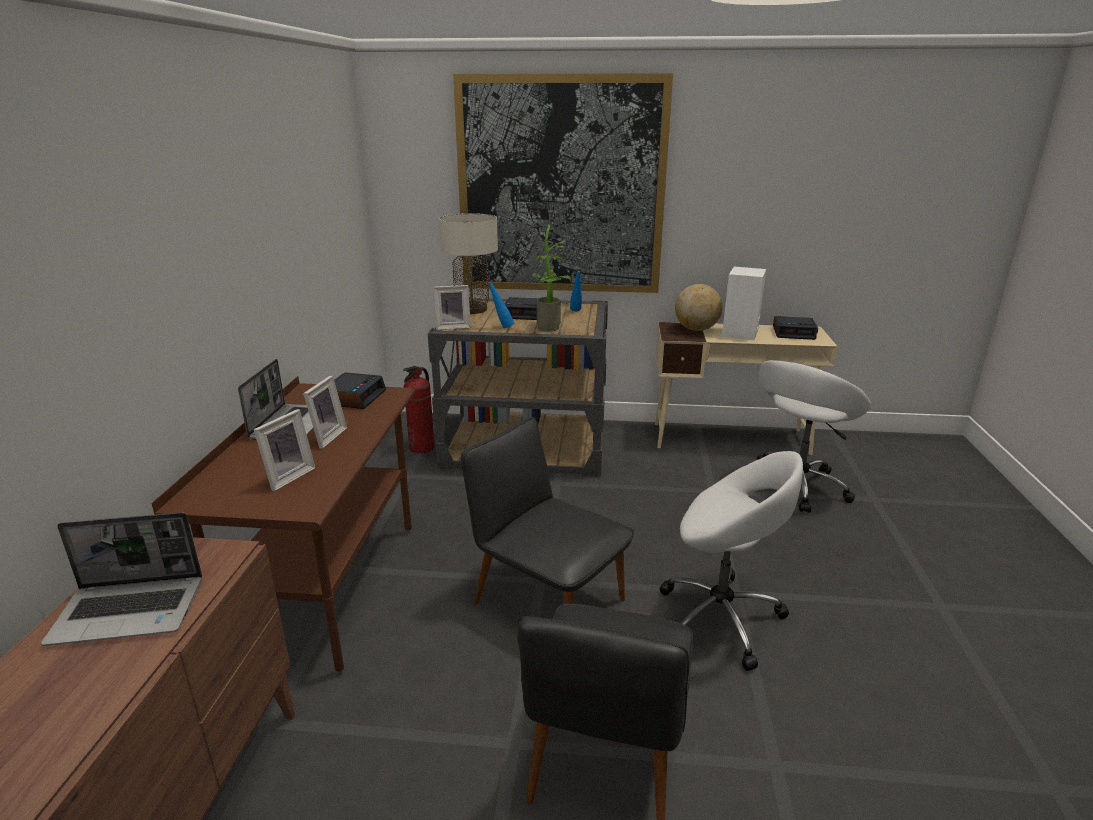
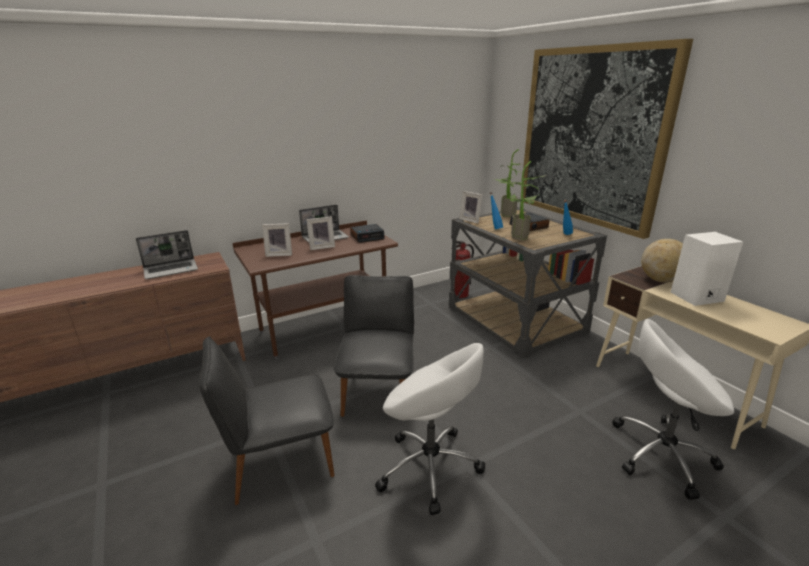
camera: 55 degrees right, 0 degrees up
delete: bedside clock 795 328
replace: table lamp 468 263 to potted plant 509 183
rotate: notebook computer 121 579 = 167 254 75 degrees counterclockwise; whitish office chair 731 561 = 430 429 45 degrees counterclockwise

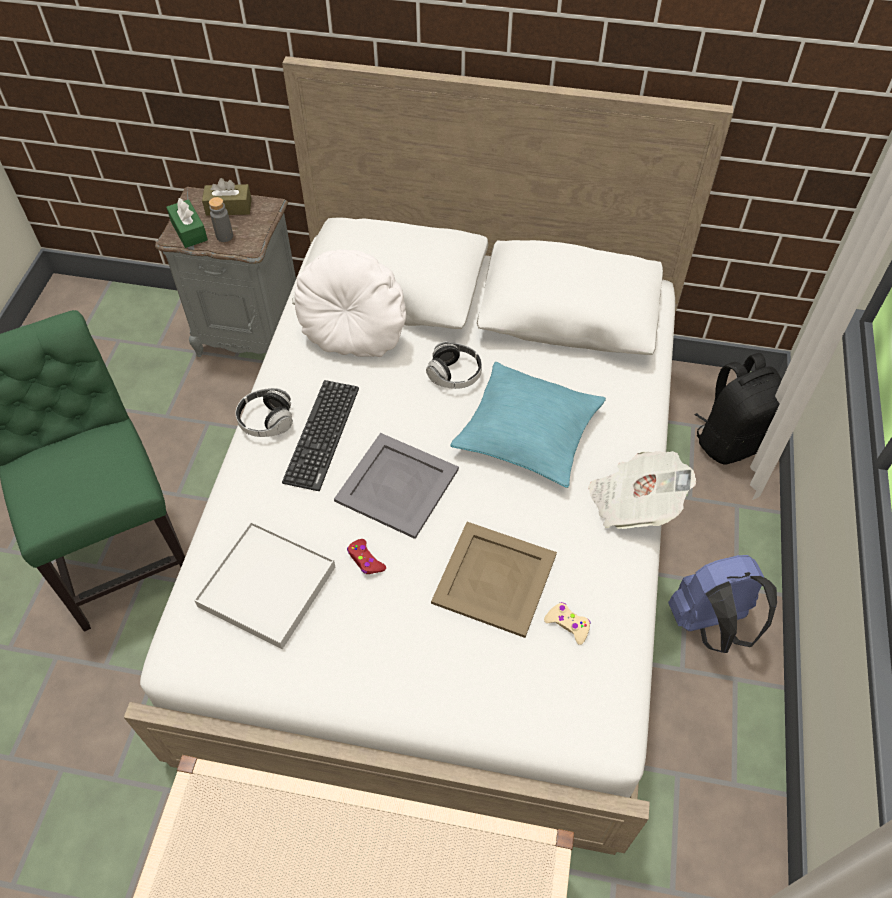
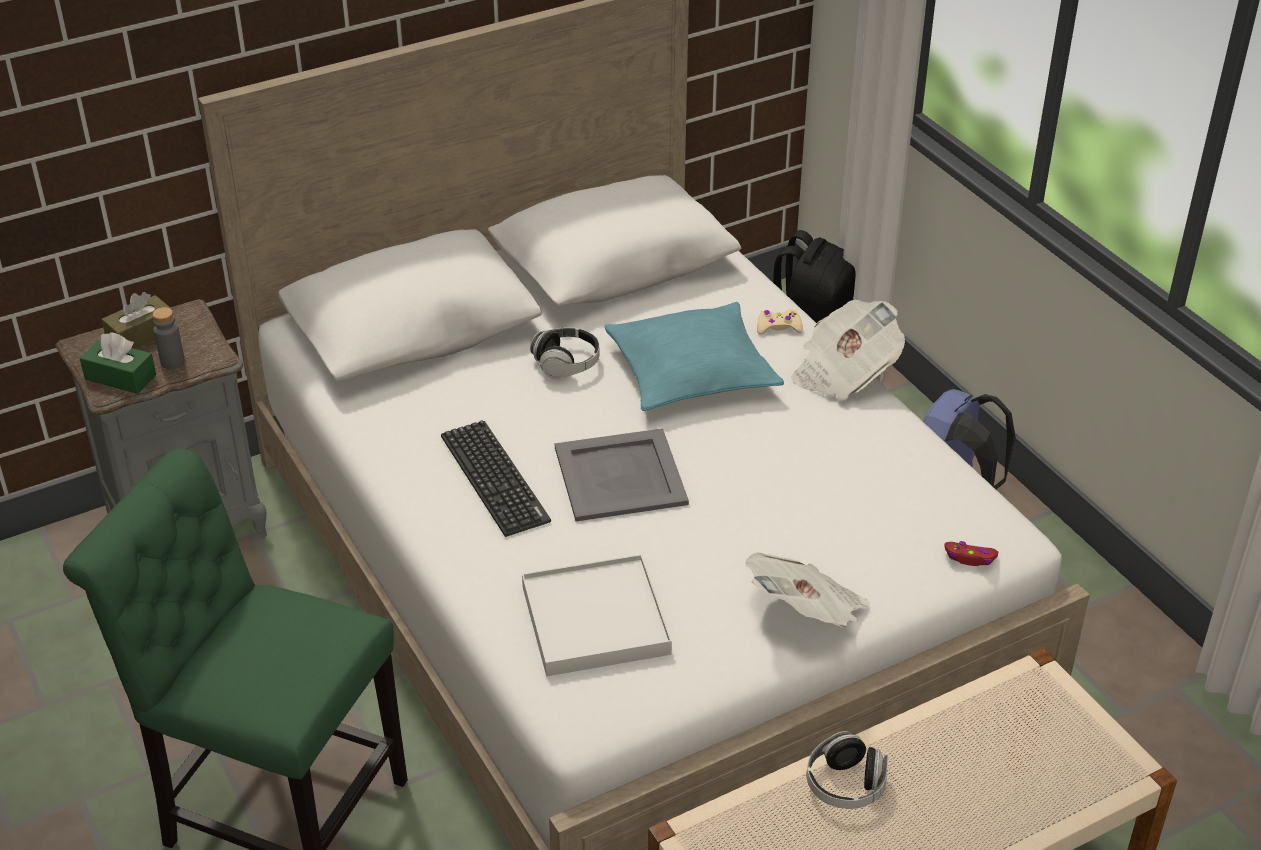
camera: 40 degrees left, 15 degrees down
delete: whitish cushion 350 303; beige tray 494 580
insert: daily paper 808 589
move: beige game controller 567 623 to 780 321; headset 264 412 to 847 770; red game controller 366 556 to 971 553

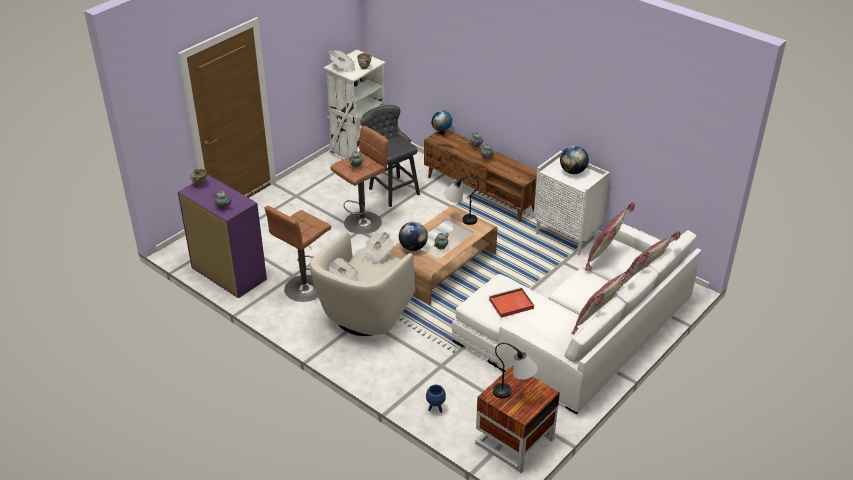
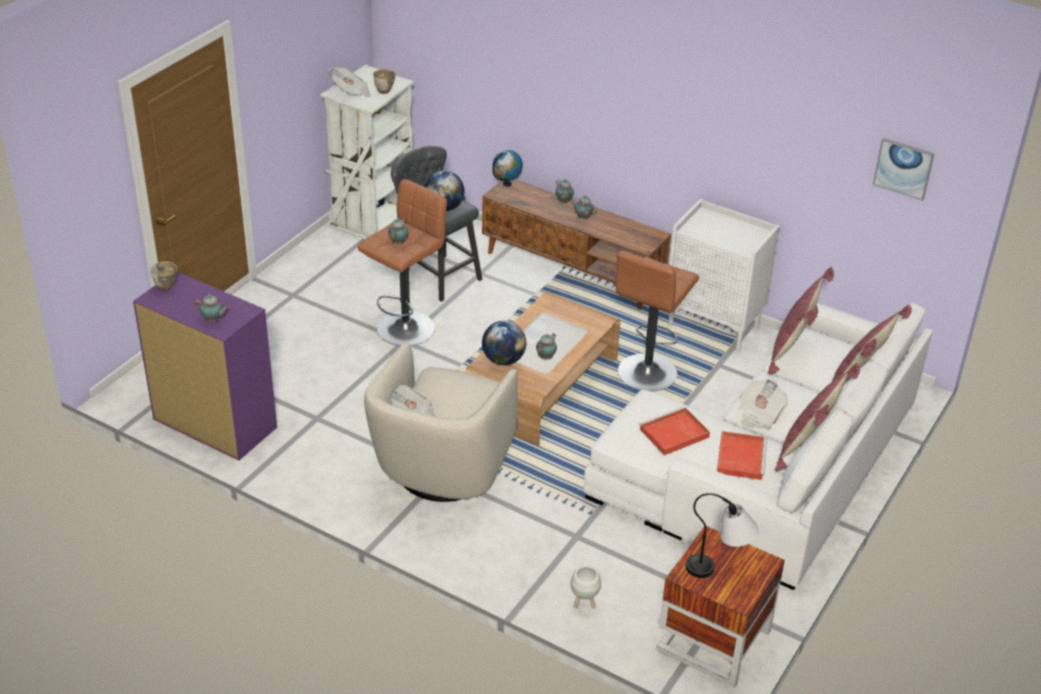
camera: 10 degrees left, 0 degrees up
delete: table lamp 461 200
insert: red tray 742 455; wall picture 903 169
move: globe 574 160 to 445 191; brownish stool seat 297 254 to 657 321; daily paper 378 247 to 763 404
recolor: bluish flower pot 436 399 to whitish flower pot 586 587

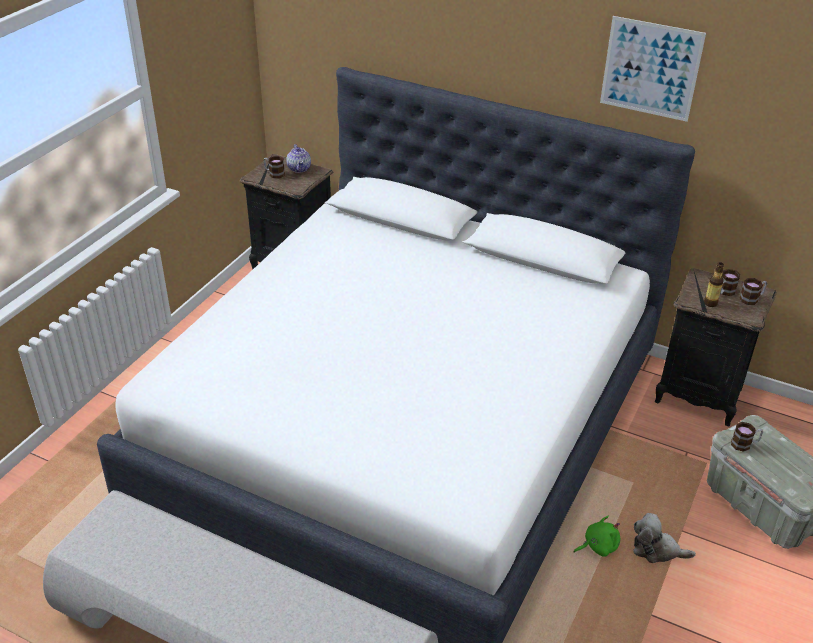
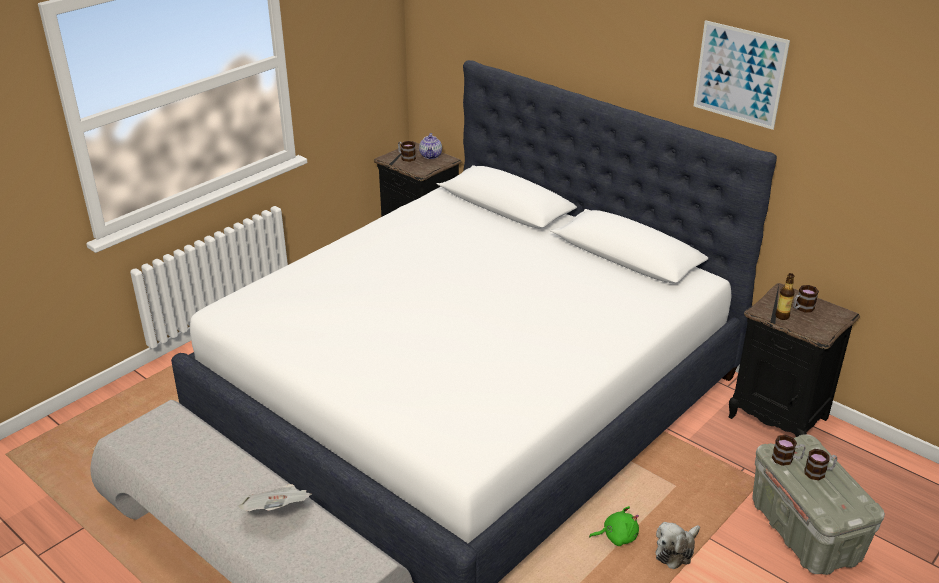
camera: 15 degrees right, 5 degrees down
insert: daily paper 275 497
move: tea mug 753 291 to 821 464
rotate: cuddly toy 664 538 = 678 545 75 degrees counterclockwise

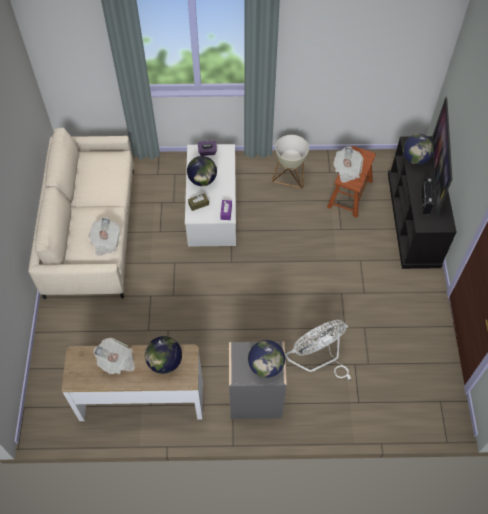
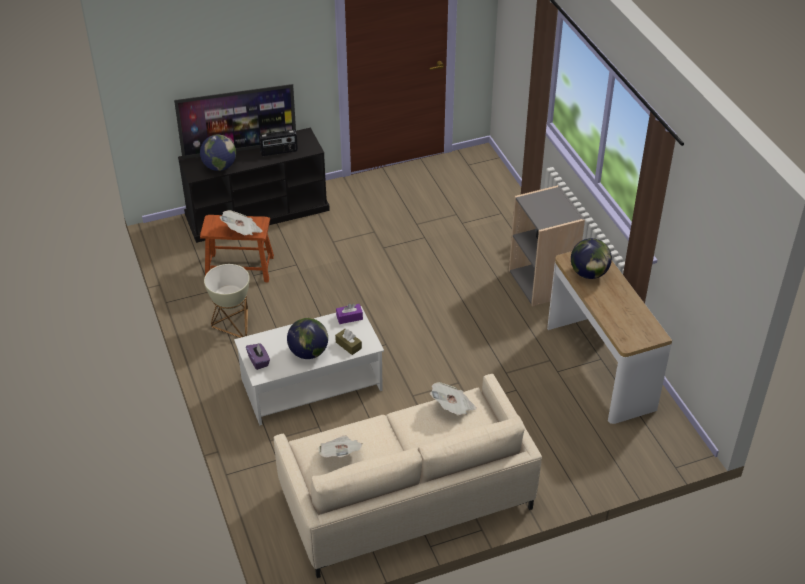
camera: 110 degrees left, 15 degrees down
delete: globe 266 359; whitish electric fan 318 350
move: daily paper 114 356 to 340 446

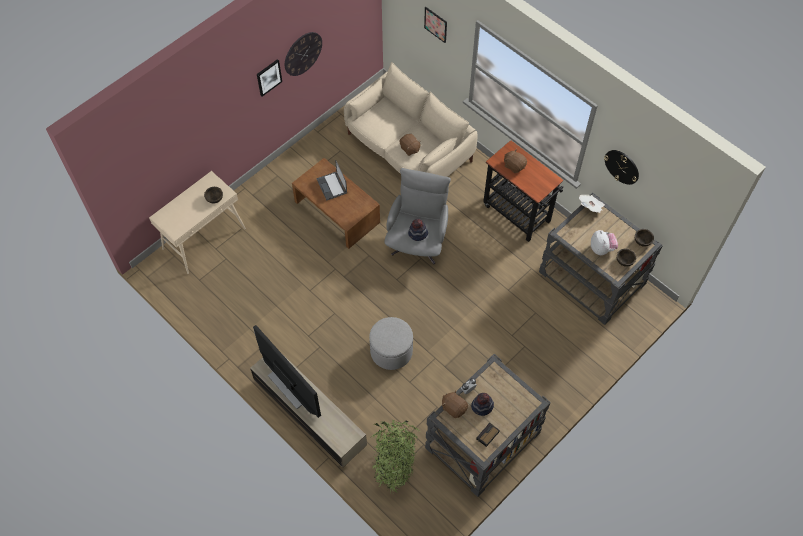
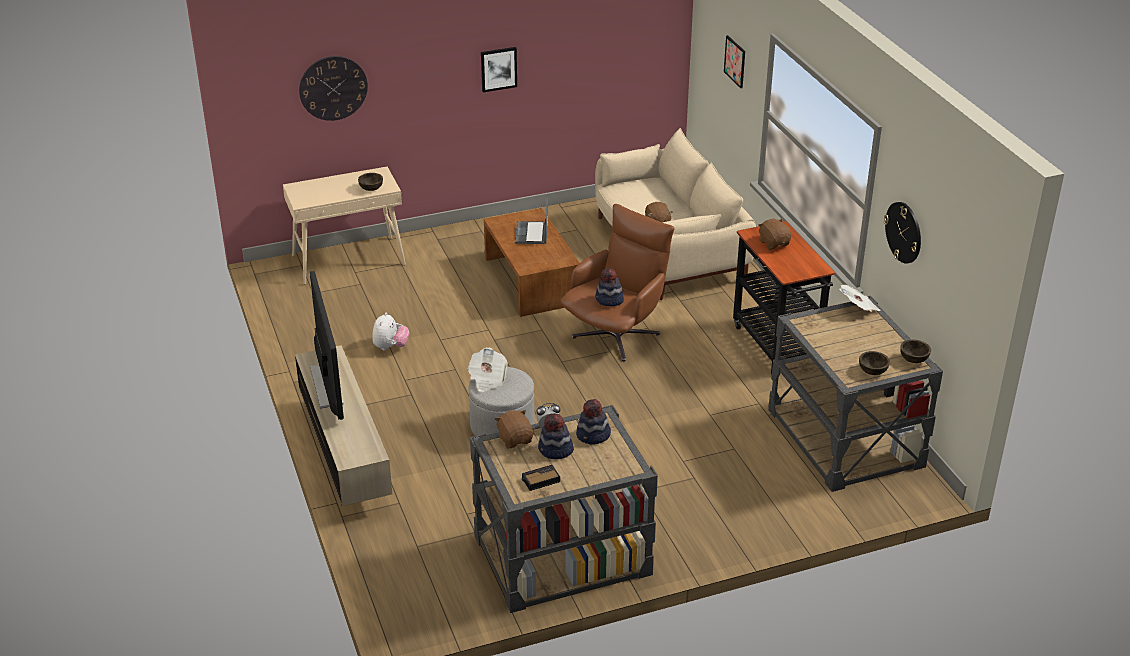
camera: 25 degrees right, 25 degrees down
delete: potted plant 395 456
insert: daily paper 487 370; wearable hat 593 422
move: wall clock 303 54 to 333 88; cuddly toy 604 242 to 390 332
recolor: gray easy chair 417 216 to brownish easy chair 618 283

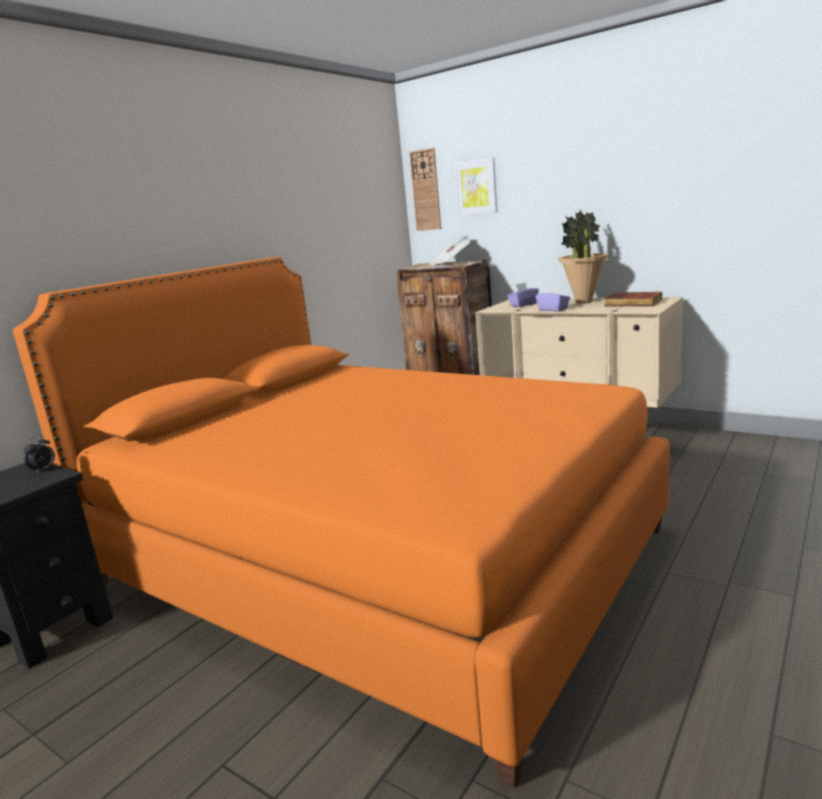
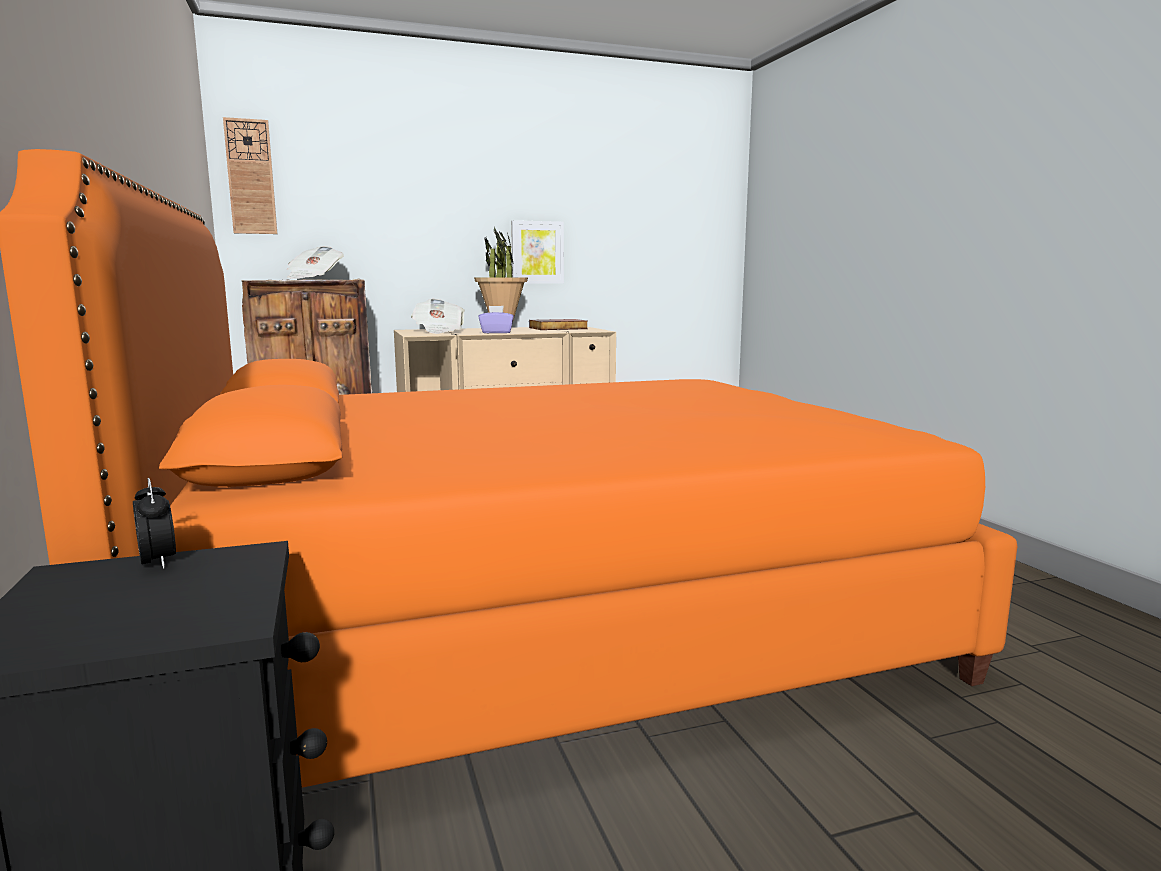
camera: 55 degrees left, 5 degrees down
move: wall picture 475 186 to 537 252
replace: purplish tissue holder 523 294 to daily paper 438 316

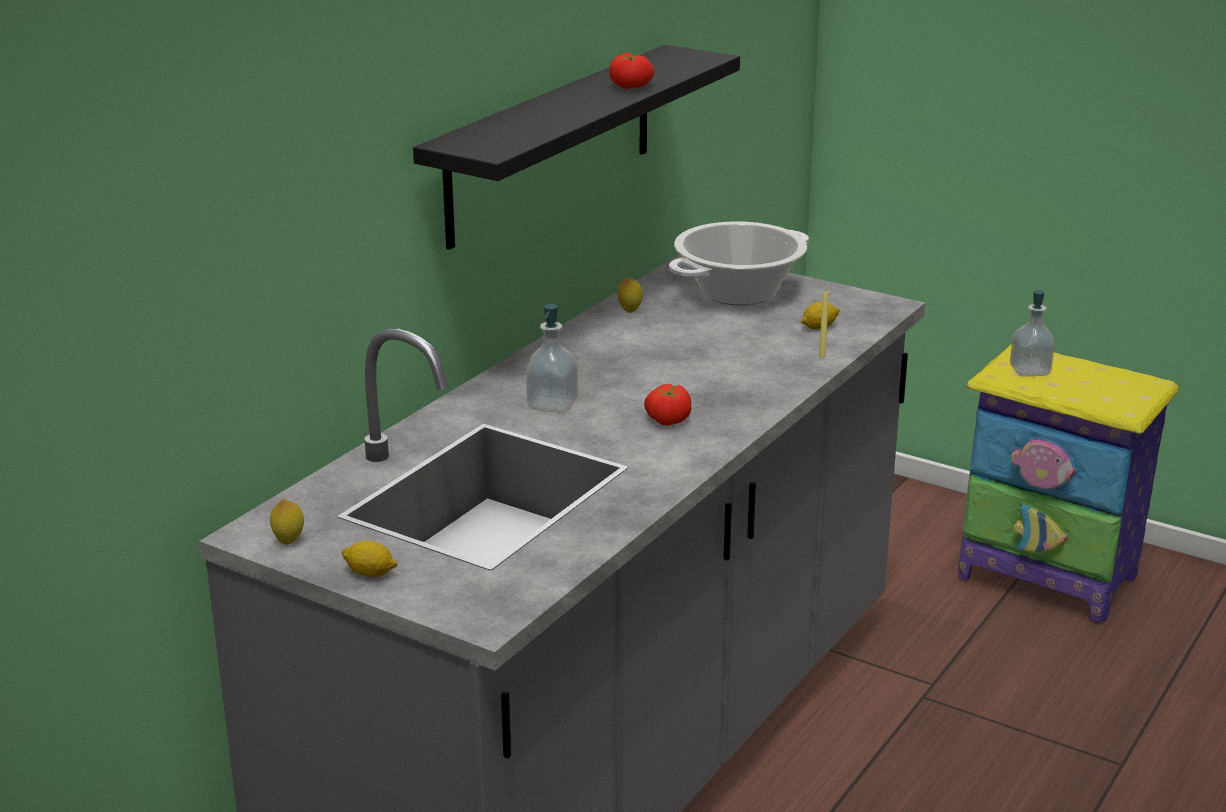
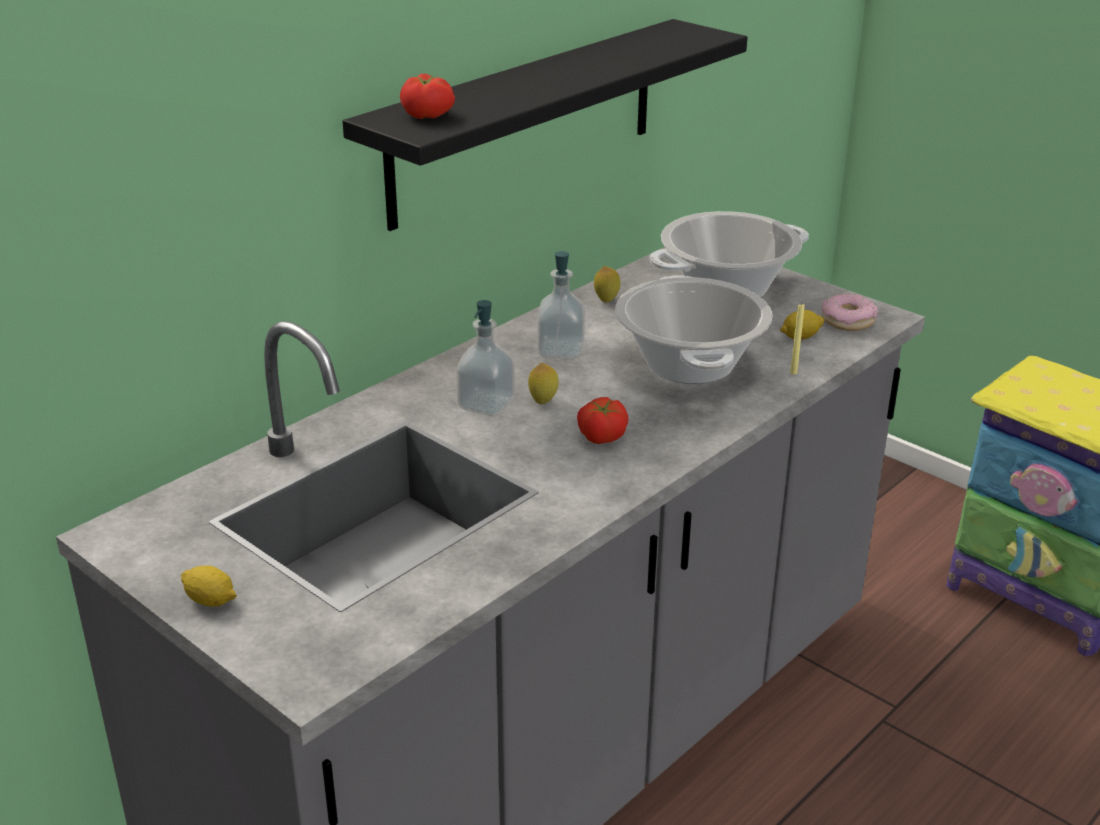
camera: 10 degrees right, 5 degrees up
insert: saucepot 693 329; donut 849 312
move: whole tomato 631 71 to 427 96; whole lemon 287 522 to 543 383; liquid soap bottle 1032 333 to 561 305

